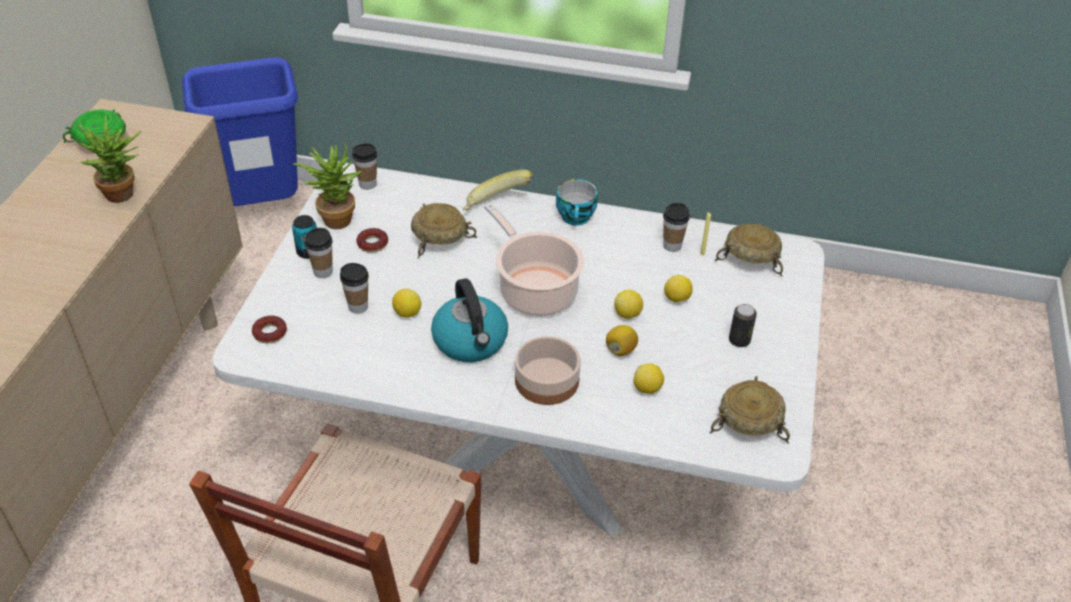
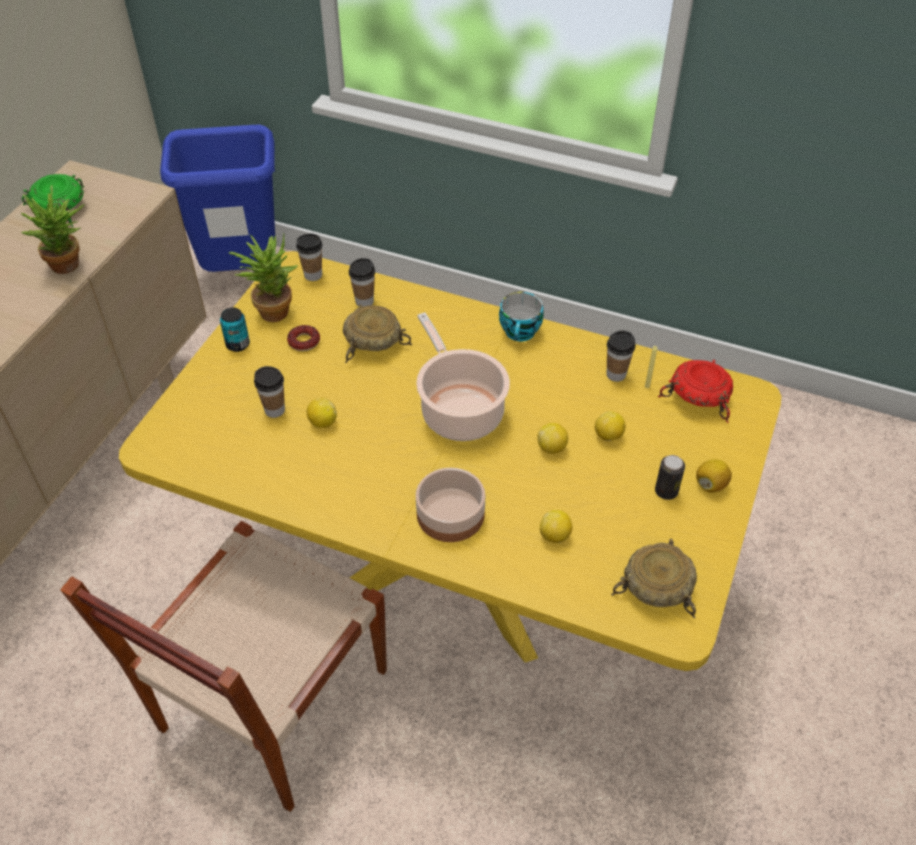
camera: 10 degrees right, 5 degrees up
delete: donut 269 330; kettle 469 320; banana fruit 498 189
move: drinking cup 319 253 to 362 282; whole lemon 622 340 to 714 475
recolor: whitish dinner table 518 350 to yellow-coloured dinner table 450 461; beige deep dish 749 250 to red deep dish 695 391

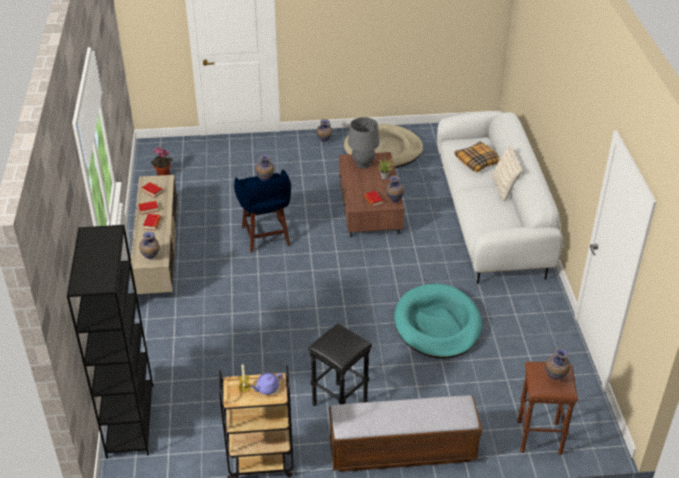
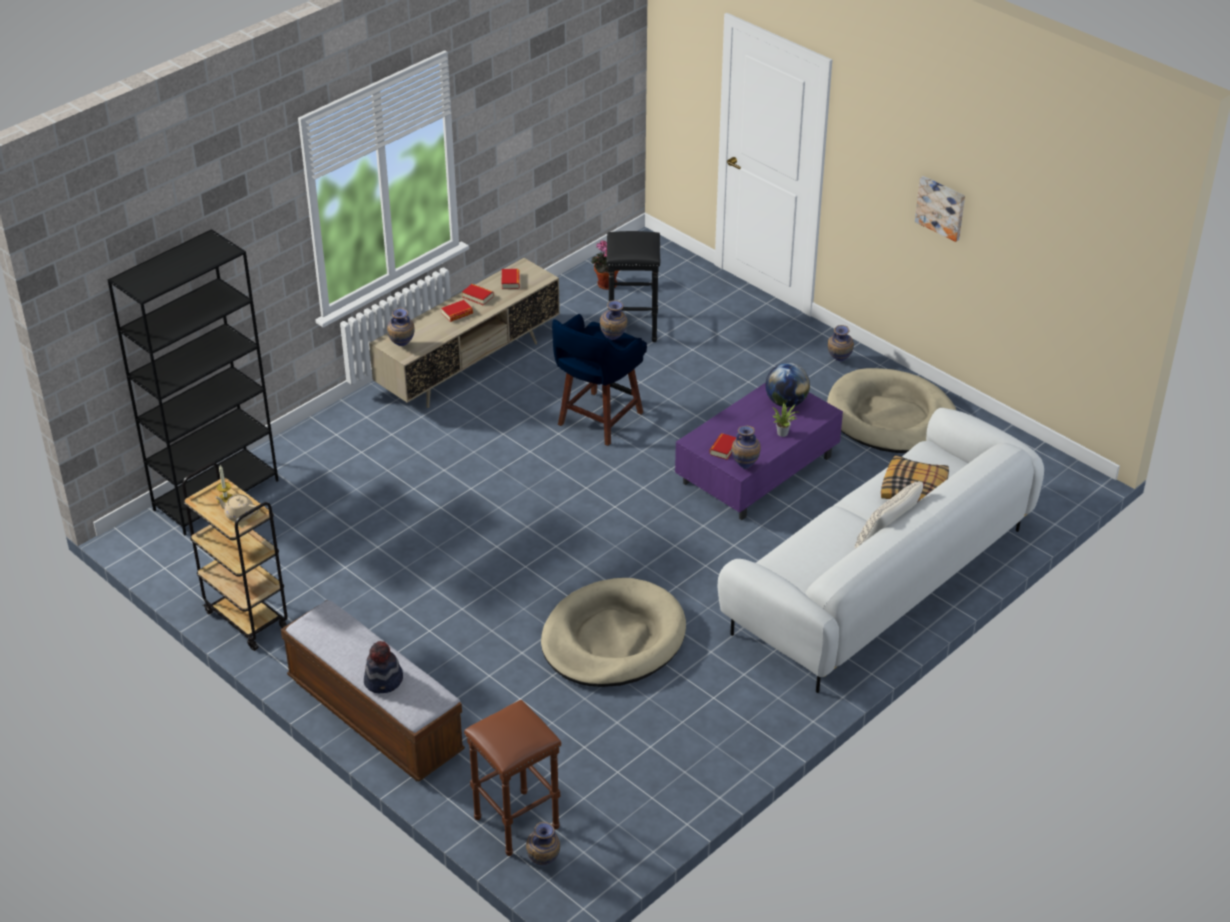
camera: 50 degrees right, 0 degrees up
insert: wearable hat 383 667; wall picture 940 209
move: decorative vase 558 364 to 543 843; black-coloured stool seat 340 365 to 633 286
replace: gray table lamp 364 142 to globe 787 385
recolor: purplish tea pot 266 384 to beige tea pot 237 508; turquoise dog cushion 438 321 to beige dog cushion 613 632; brownish coffee table 371 194 to purplish coffee table 759 451

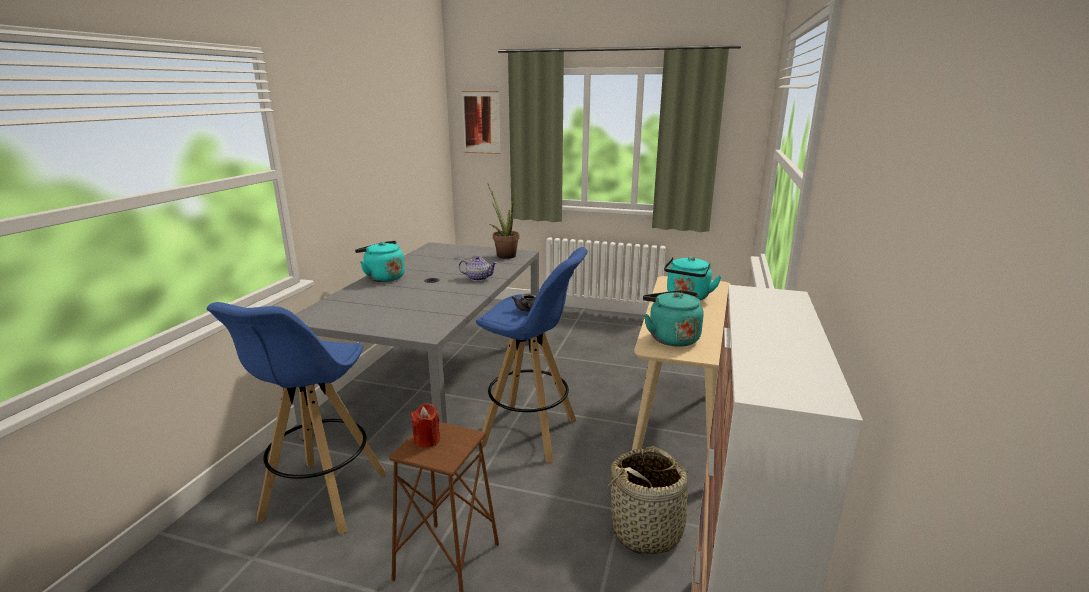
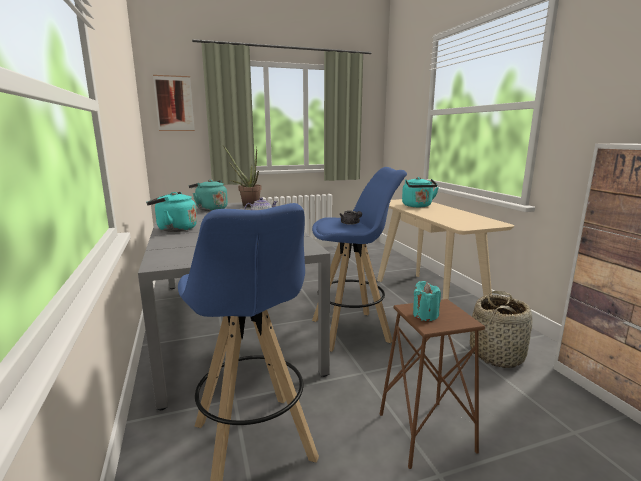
camera: 35 degrees left, 5 degrees down
move: turquoise kettle 673 318 to 208 195
recolor: red wax light 425 425 to turquoise wax light 427 301

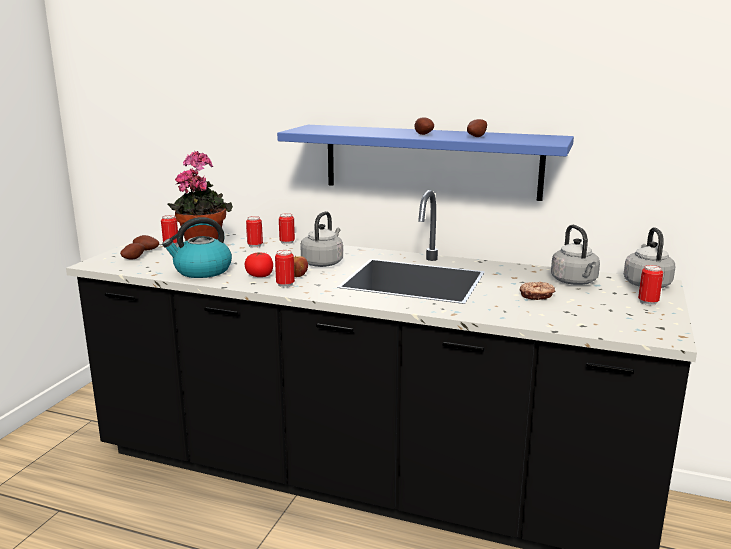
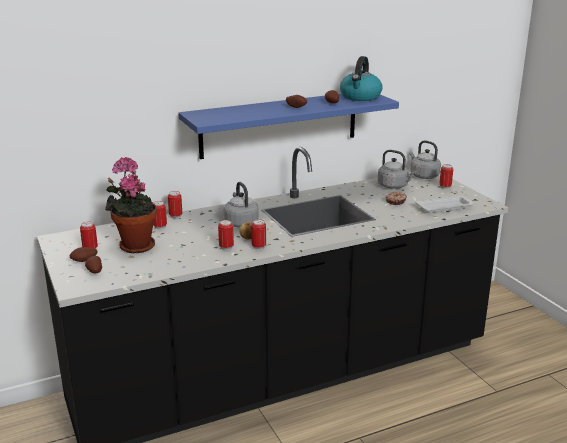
camera: 45 degrees left, 5 degrees up
insert: whitish tray 444 204
move: kettle 197 247 to 361 78
replace: whole tomato 259 264 to sealed can 226 235

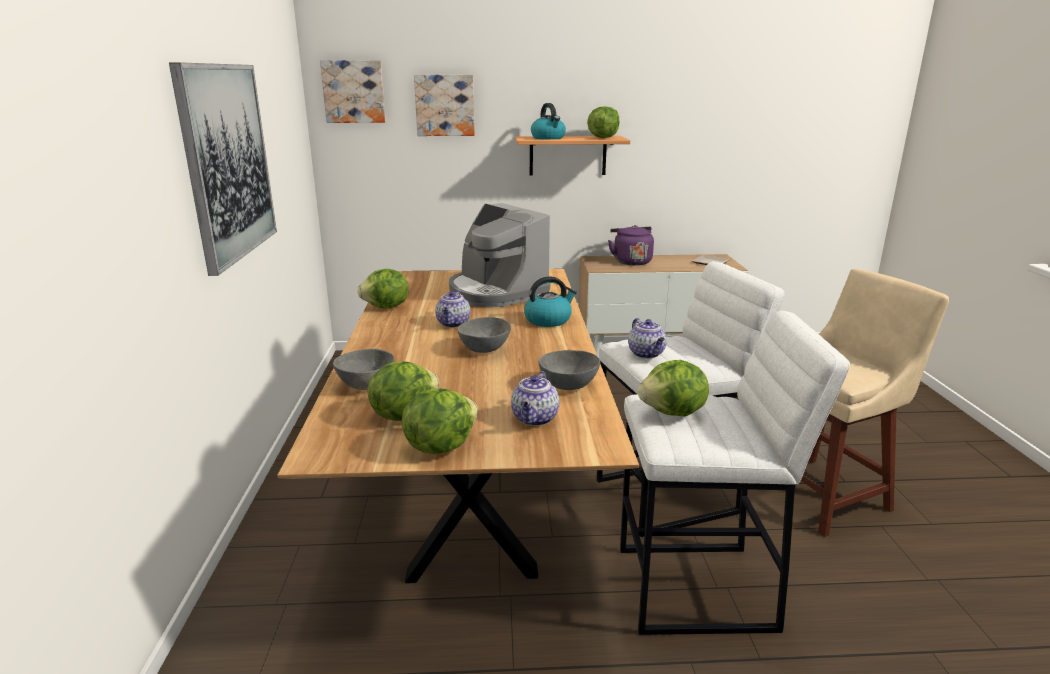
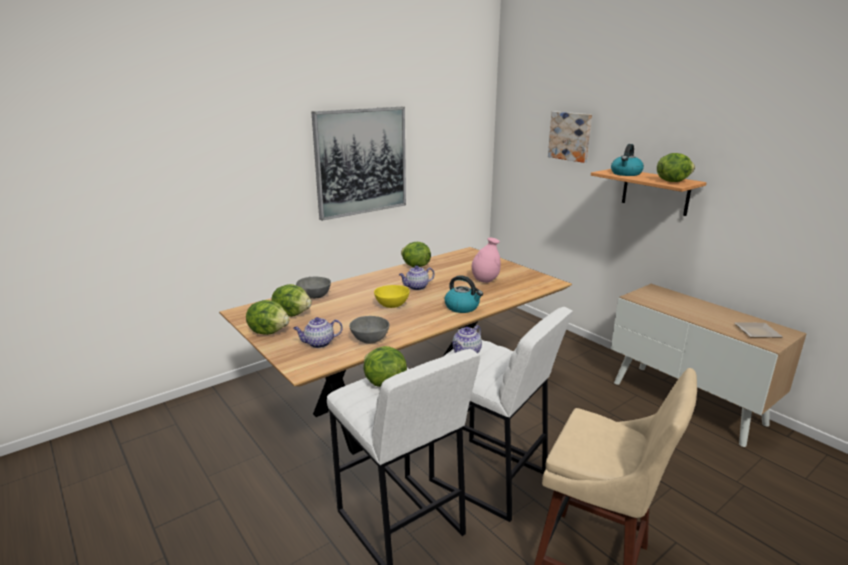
camera: 55 degrees right, 0 degrees up
delete: wall picture 353 91; purplish kettle 631 245
replace: coffee brewer 499 255 to pinkish decorative vase 486 260
recolor: gray deep dish 484 335 to yellow-coloured deep dish 392 296

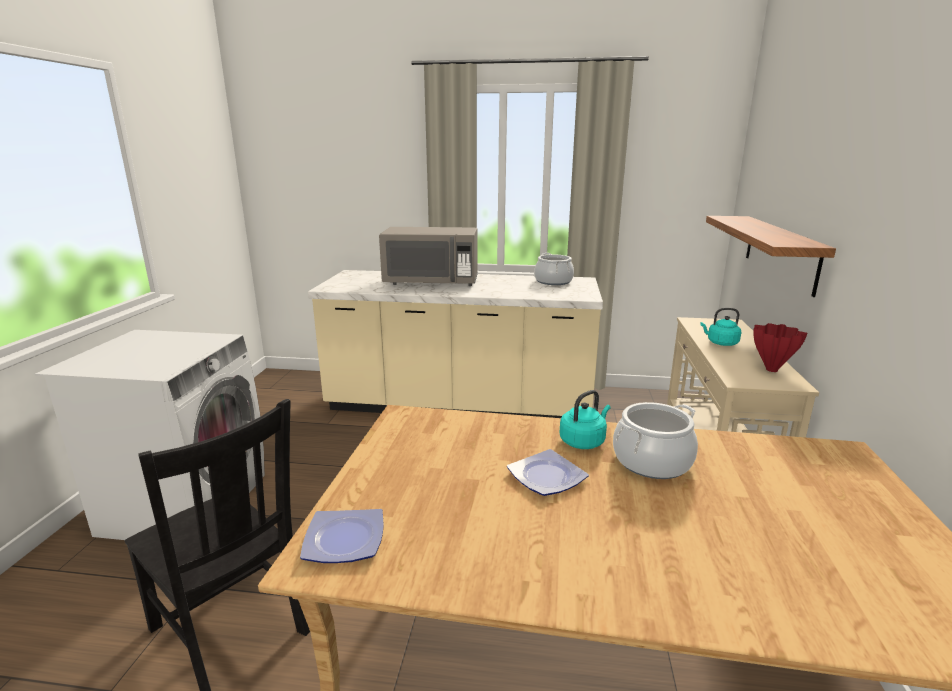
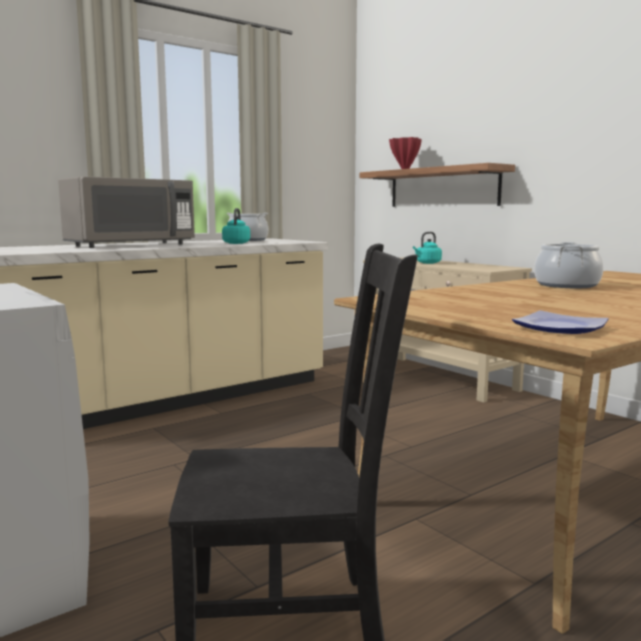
camera: 45 degrees left, 10 degrees down
delete: flat dish 548 472
move: turquoise kettle 585 419 to 236 226; red decorative vase 780 347 to 405 153

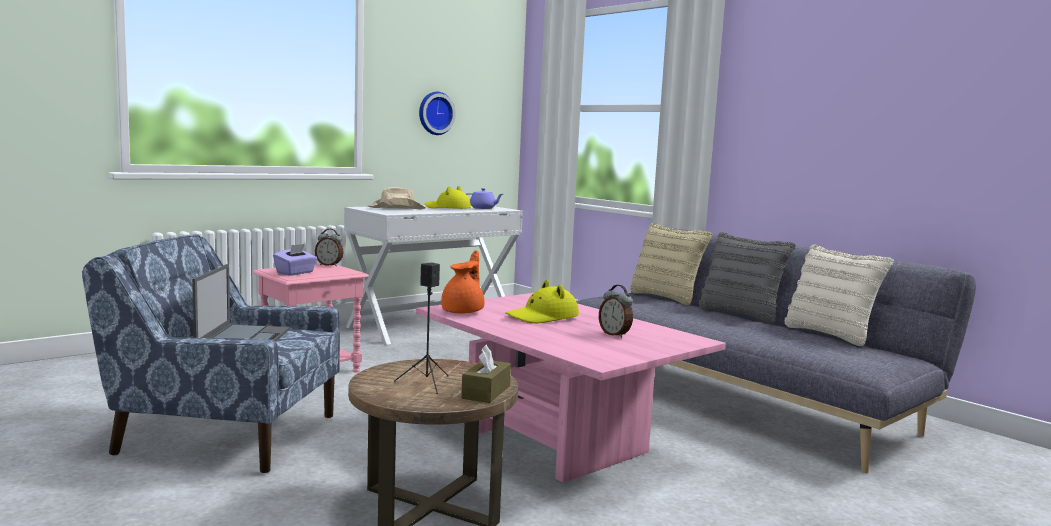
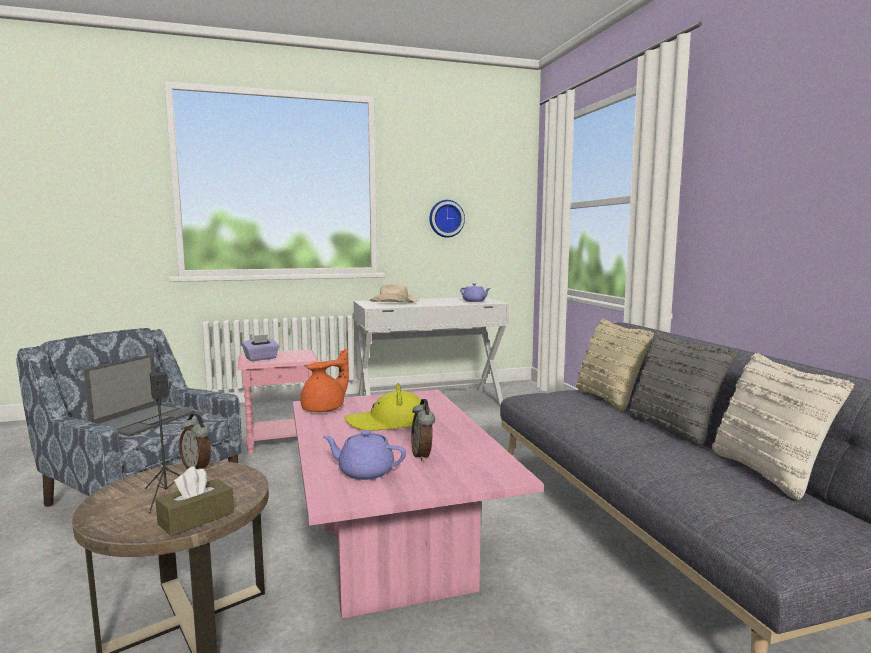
camera: 25 degrees right, 0 degrees up
delete: yellow-coloured wearable hat 448 197
insert: purplish tea pot 364 455
move: bedside clock 329 247 to 195 441

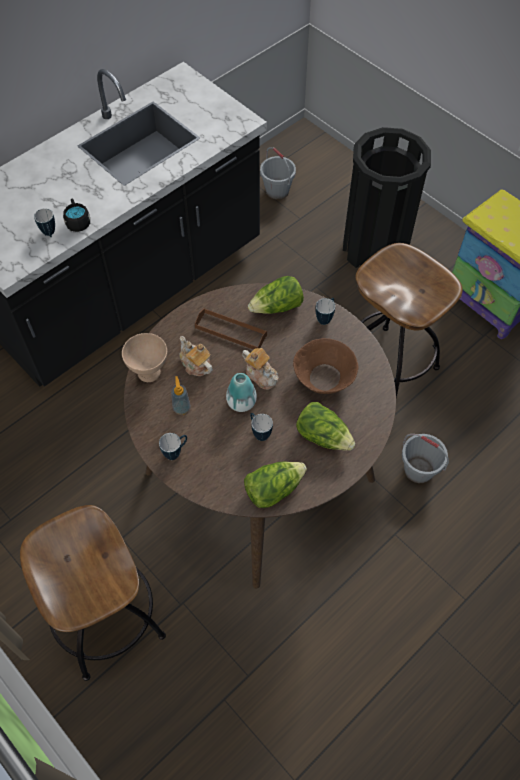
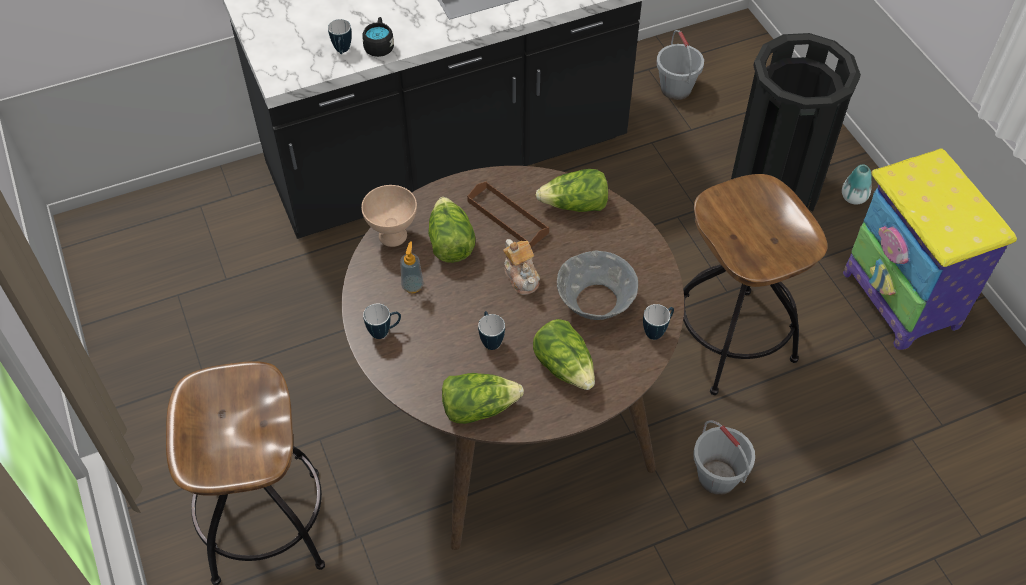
camera: 20 degrees right, 5 degrees down
move: tea mug 325 311 to 658 322; decorative vase 241 392 to 857 184
replace: tea pot 196 356 to lettuce 452 230
recolor: brownish deep dish 326 366 to gray deep dish 597 285

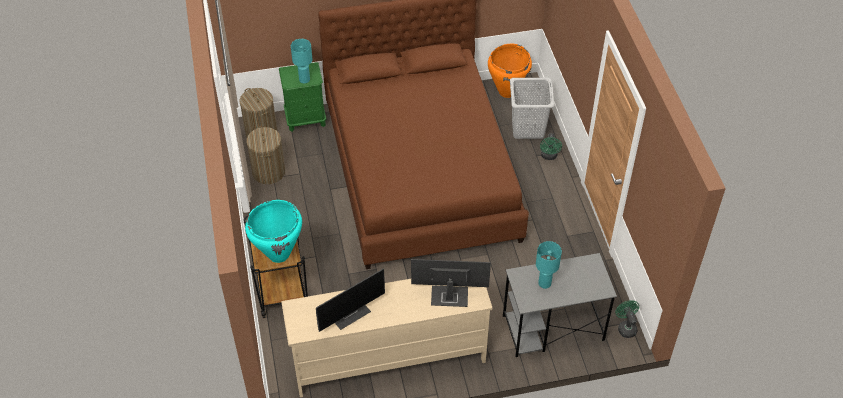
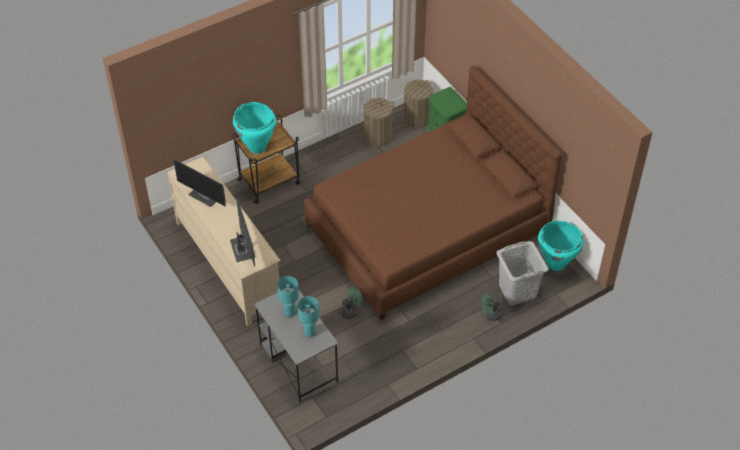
camera: 70 degrees right, 0 degrees up
move: turquoise table lamp 302 61 to 308 316; green-coloured electric fan 627 319 to 352 303
recolor: orange-coloured decorative vase 510 71 to turquoise decorative vase 561 246

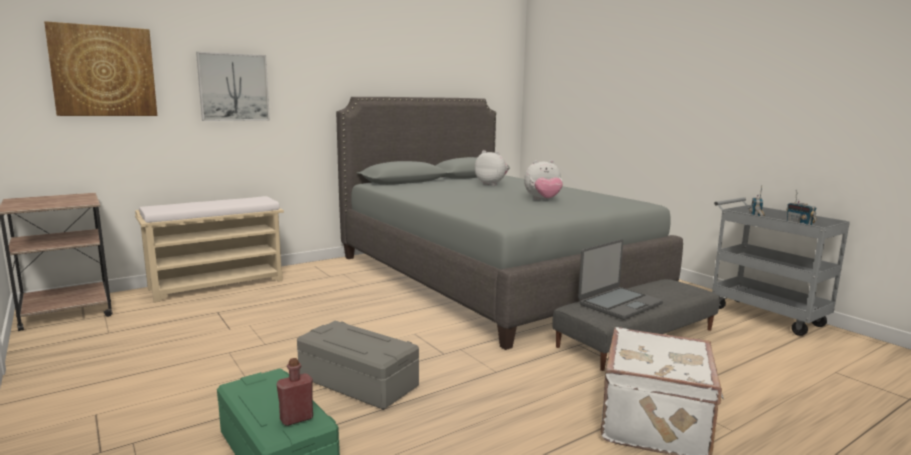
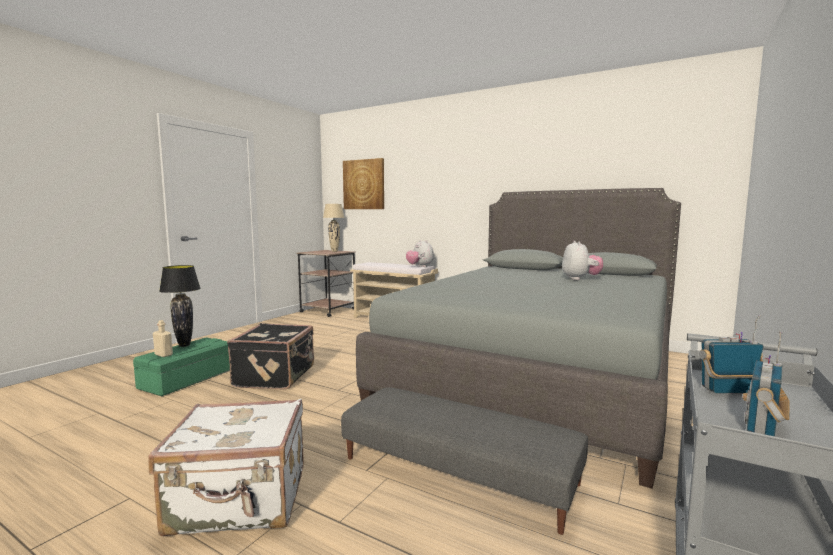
camera: 65 degrees right, 5 degrees down
delete: wall picture 233 86; notebook computer 620 279
insert: black-coloured table lamp 180 306; beige table lamp 334 228
move: cuddly toy 543 180 to 420 253
replace: gray storage box 358 365 to black-coloured piece of luggage 270 356
recolor: red bottle 295 392 to beige bottle 163 338

